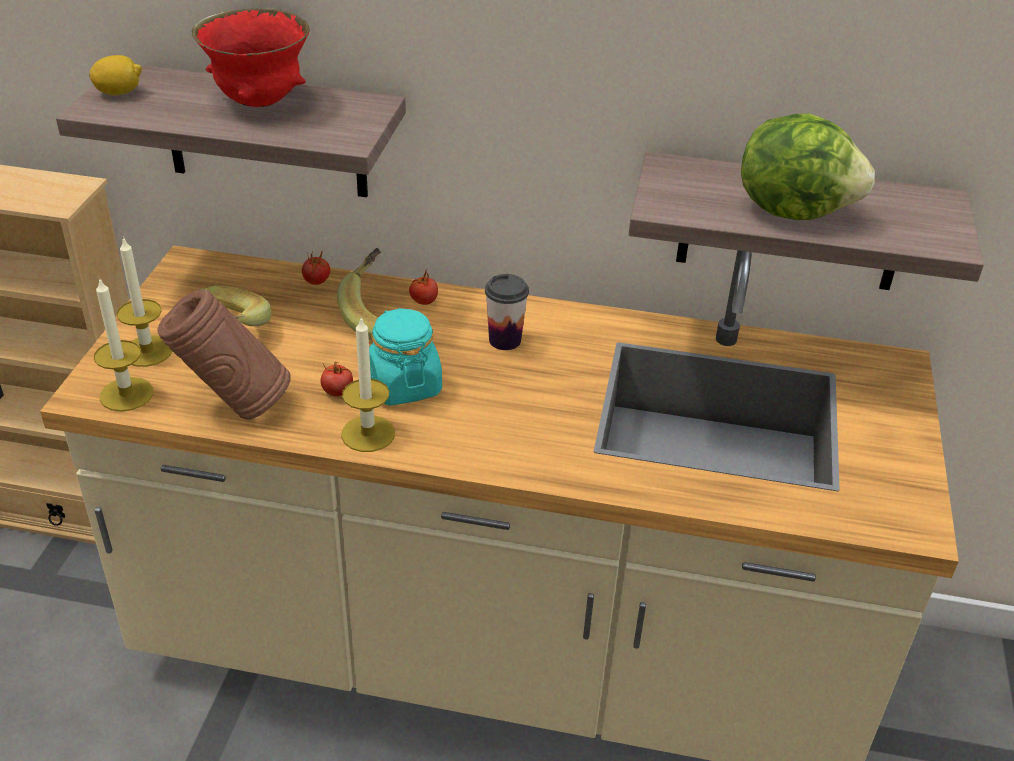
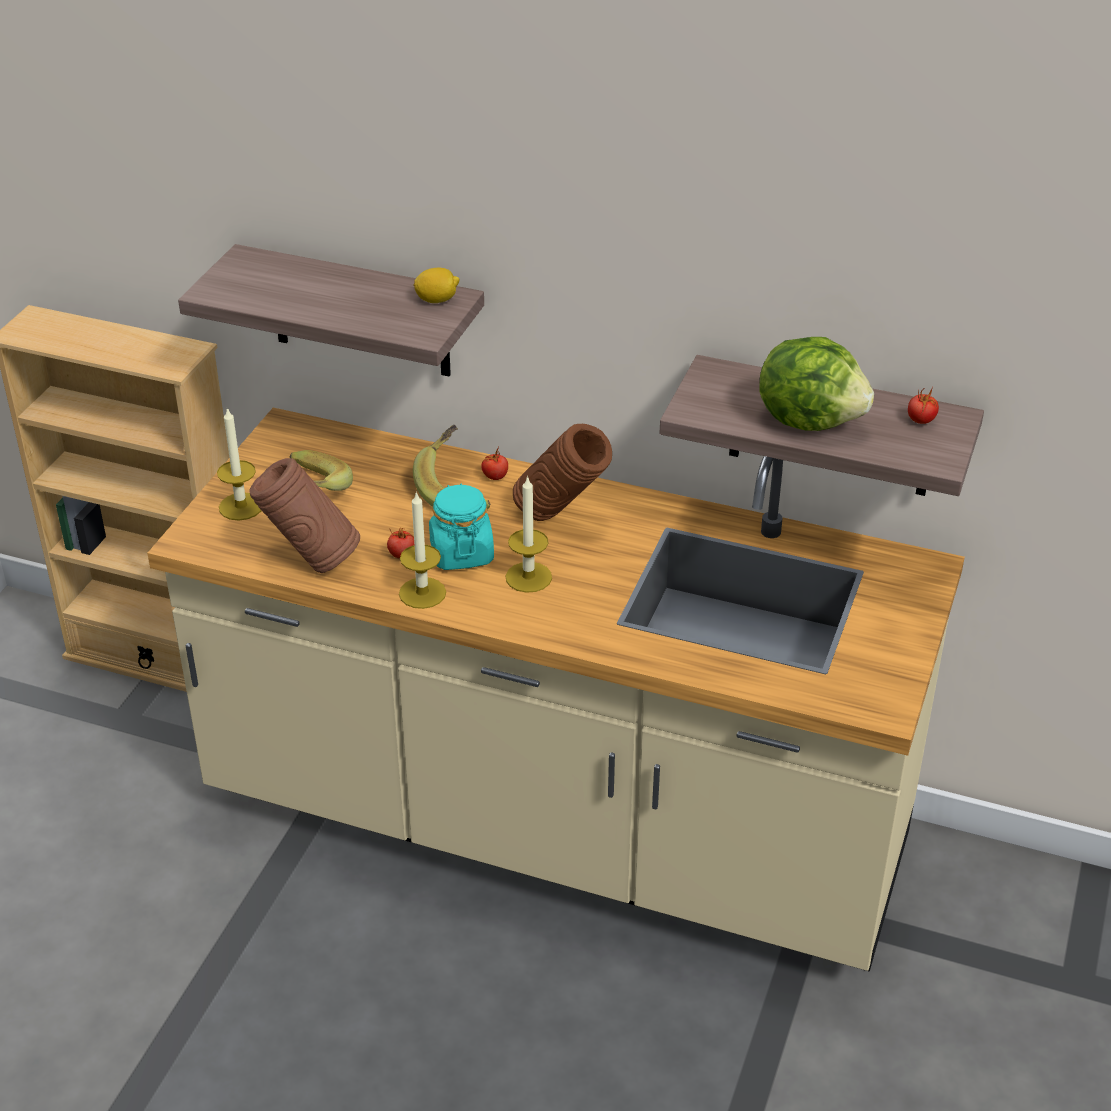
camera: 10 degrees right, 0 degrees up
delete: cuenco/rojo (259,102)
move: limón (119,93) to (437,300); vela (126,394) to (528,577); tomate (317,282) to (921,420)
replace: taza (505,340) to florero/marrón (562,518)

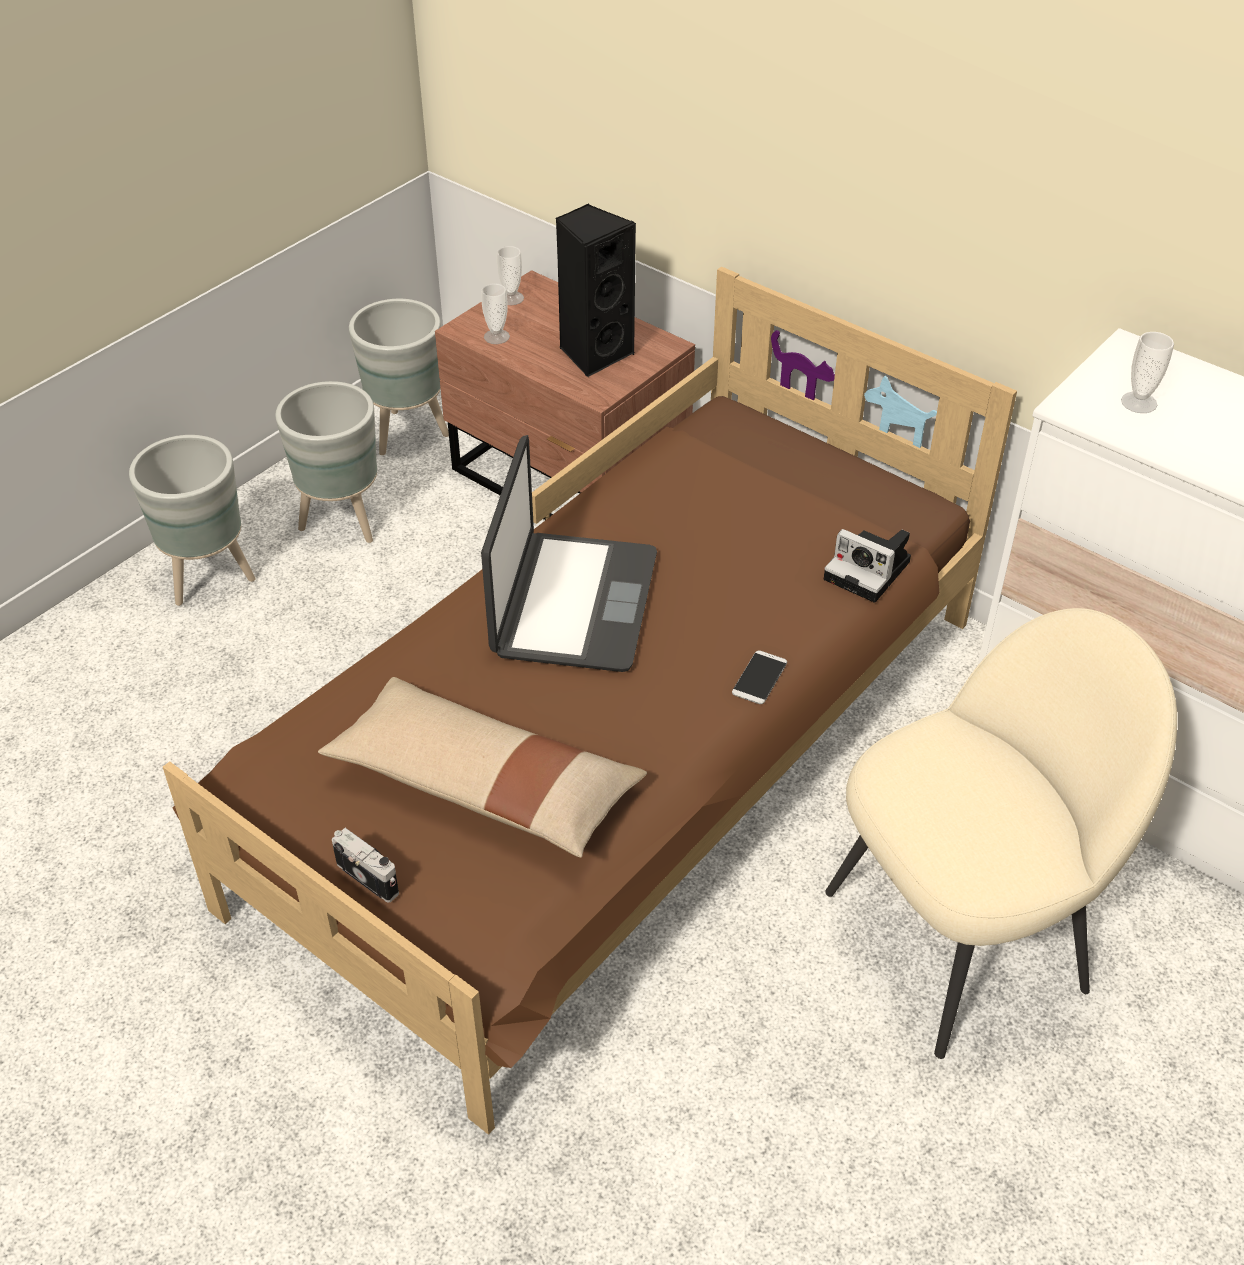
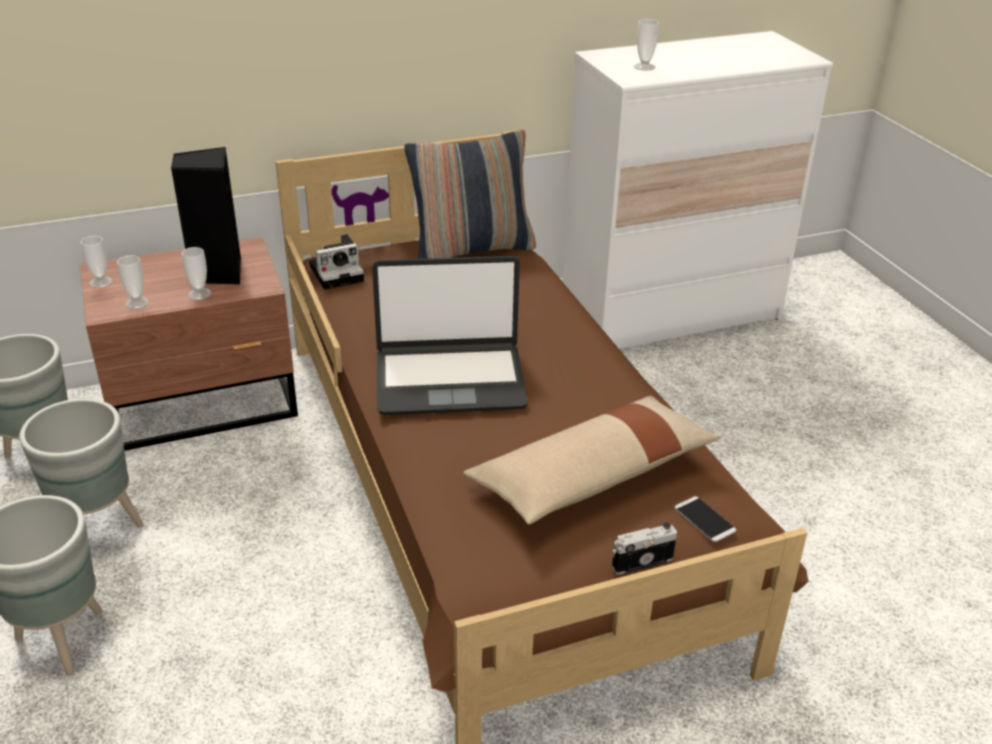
camera: 60 degrees left, 10 degrees down
delete: silla/beis (961,937)
insert: taza (199,294); cojín (472,249)
move: móvil (759,678) to (704,520); cámara (870,571) to (338,273)
rotate: portátil (572,604) = (450,380) 135 degrees clockwise

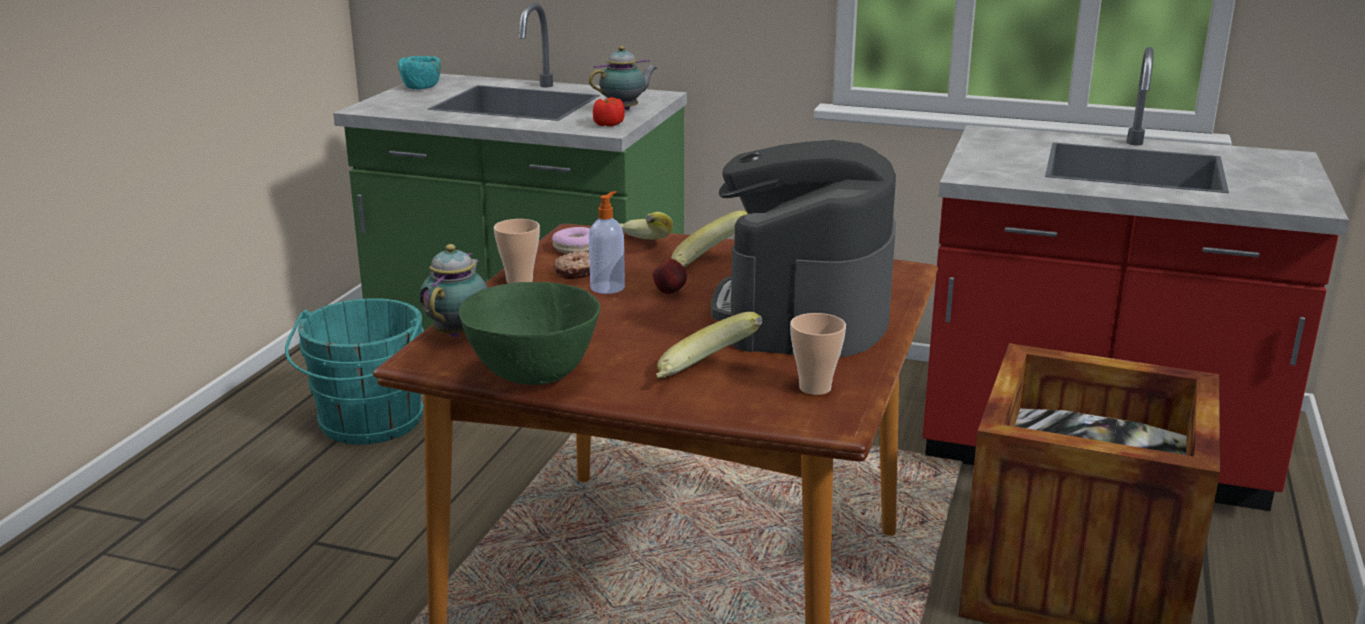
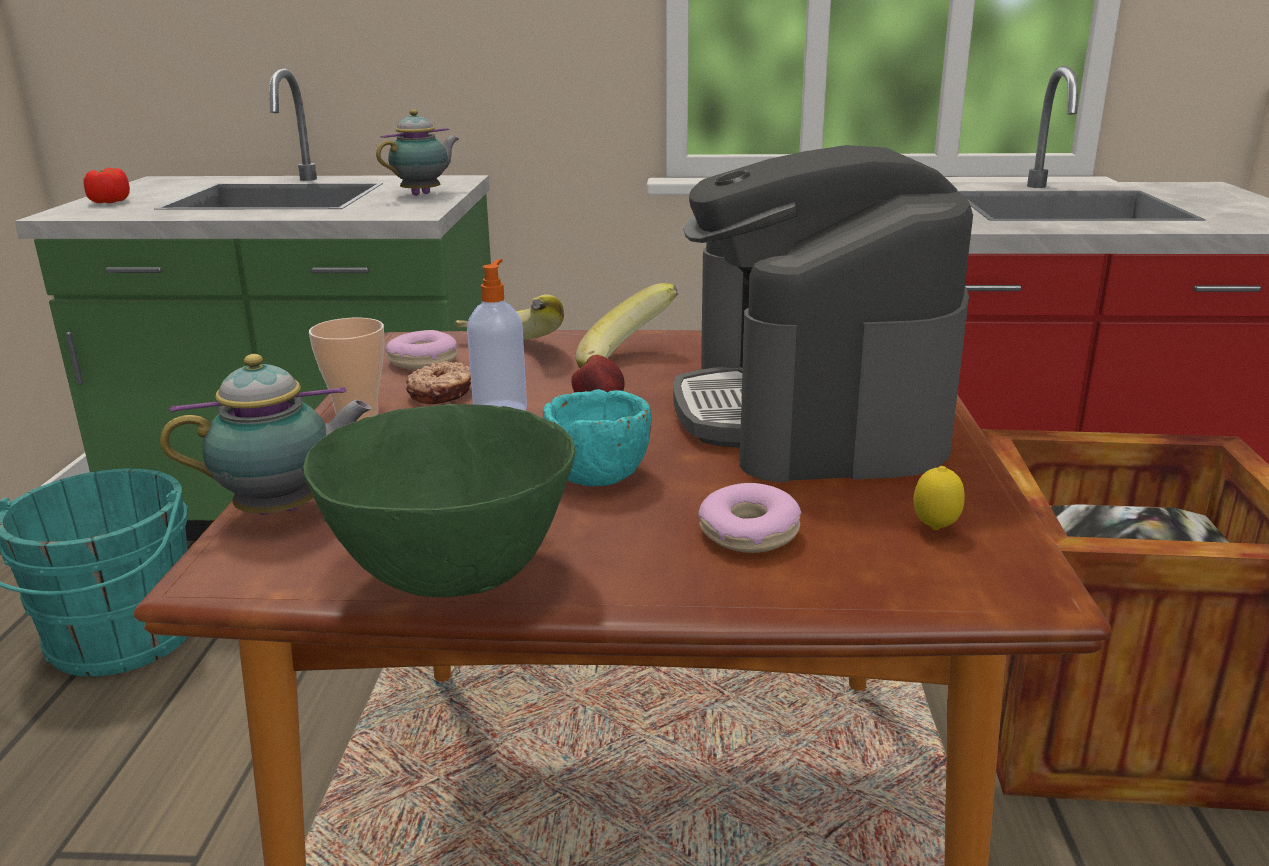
camera: 15 degrees left, 0 degrees up
move: cuenco/turquesa (421,87) to (598,474); tomate (608,124) to (109,202)
replace: plátano (705,376) to rosquilla (748,533); taza (815,388) to limón (935,529)
rotate: tetera (459,332) = (285,512) 75 degrees clockwise

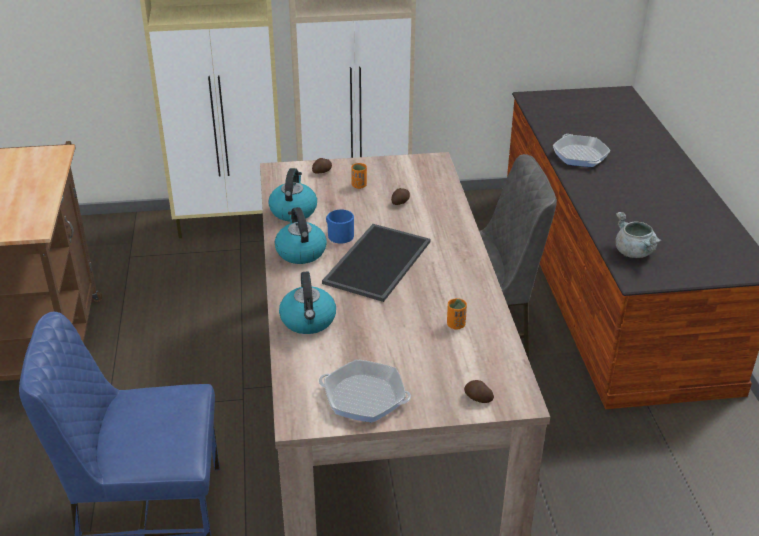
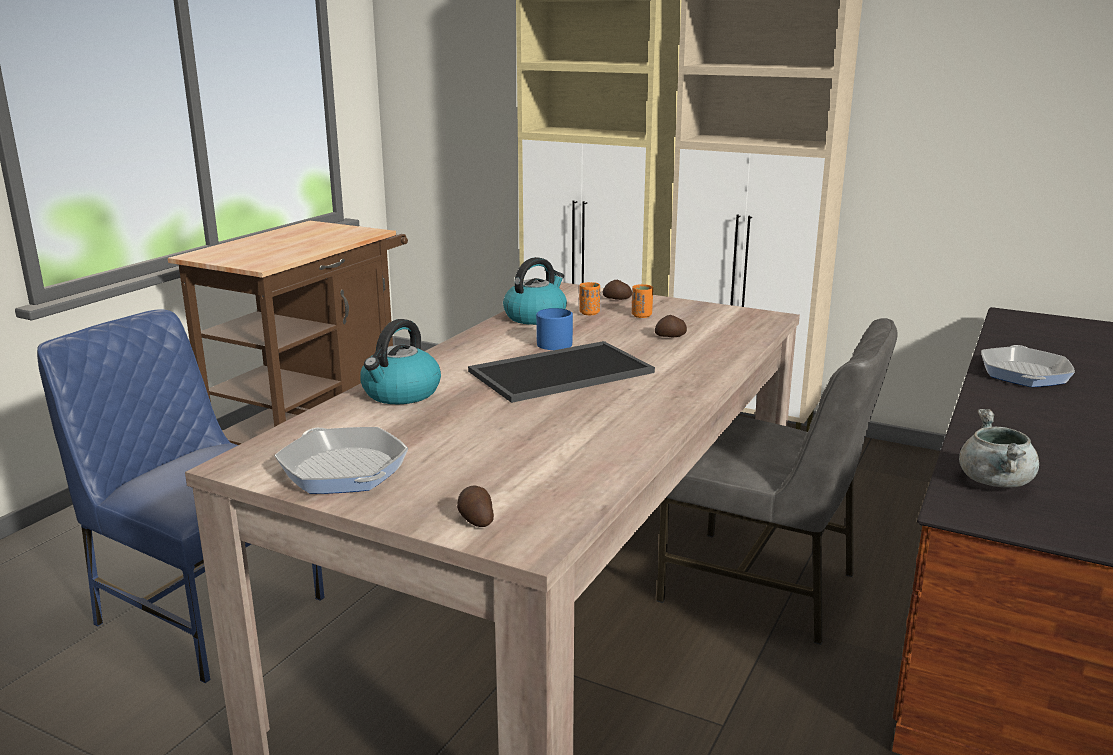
camera: 35 degrees right, 15 degrees down
delete: hervidor (300,251)
move: taza/naranja (456,325) to (589,313)

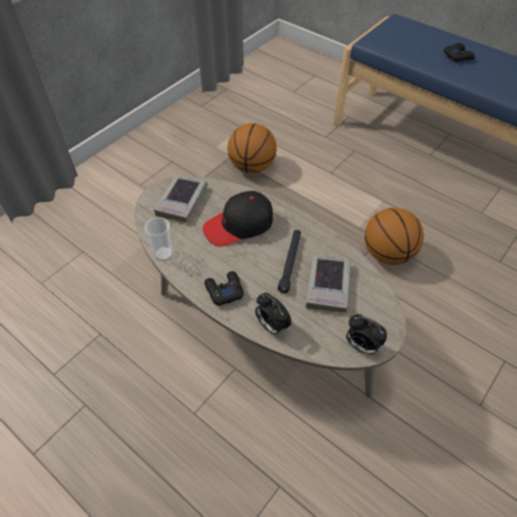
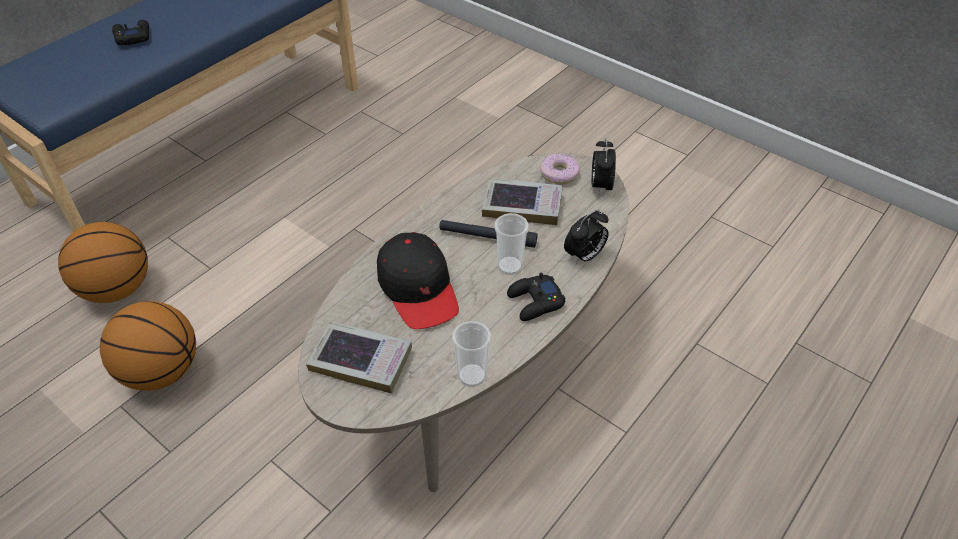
camera: 90 degrees left, 5 degrees down
insert: taza (509,266); rosquilla (558,174)
move: balón de baloncesto (387,254) to (118,289)
rotate: despertador (361,345) = (600,186) 150 degrees clockwise

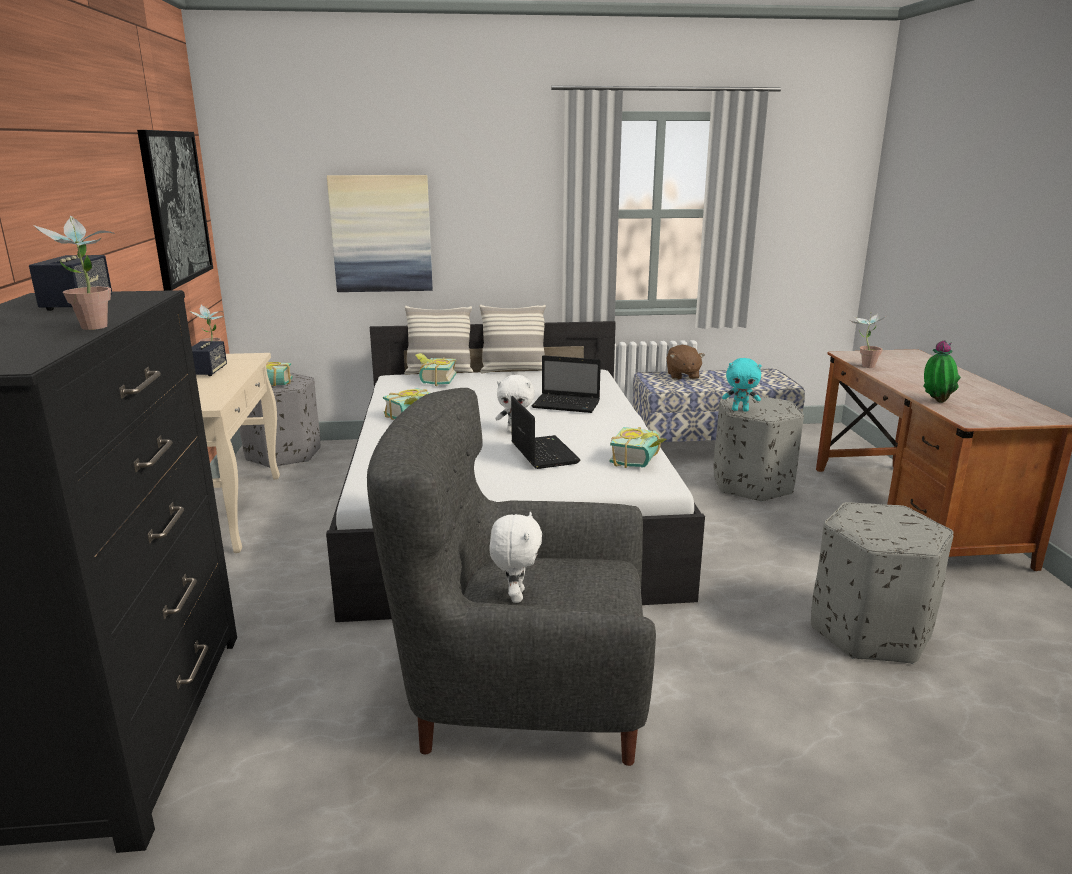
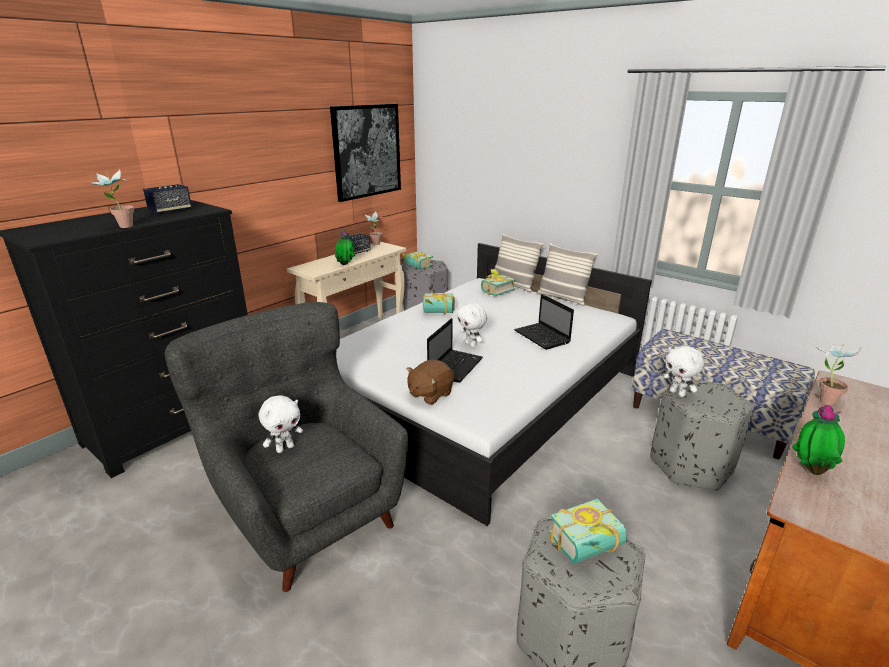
camera: 45 degrees right, 5 degrees up
delete: cuadro (381,234)
insert: planta en maceta (345,265)
move: libro (640,460) to (589,548); peluche/marrón (682,376) to (430,394)
recolor: peluche/turquesa (740,410) to peluche/blanco (678,393)

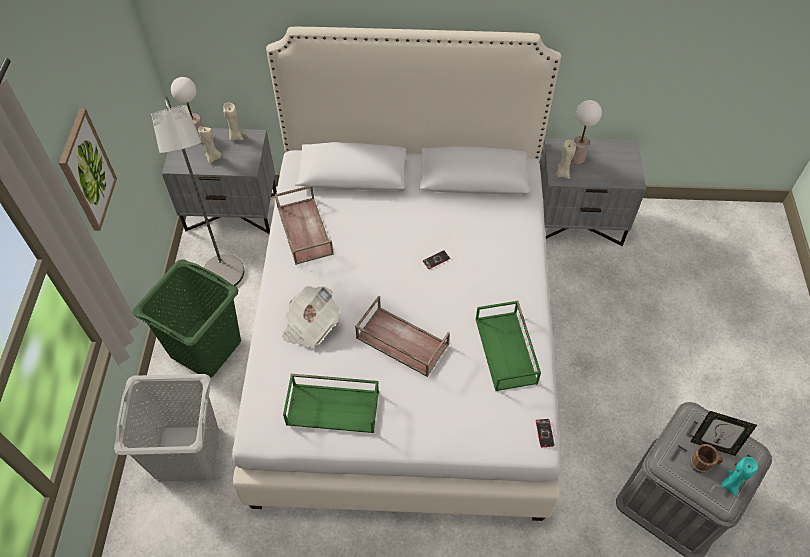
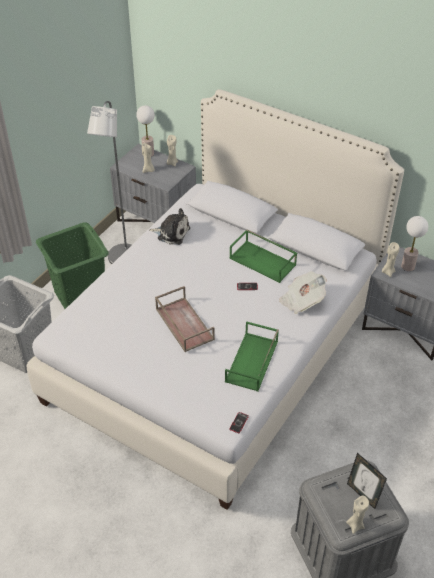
camera: 30 degrees right, 10 degrees down
delete: cuadro (87,171); taza grande/marrón (702,464)
move: periódico (310,325) to (302,300); bandeja/verde (334,407) to (263,261)
replace: bandeja/marrón (303,230) to peluche (171,233)
recolor: vela/turquesa (729,484) to vela/beis (355,525)

